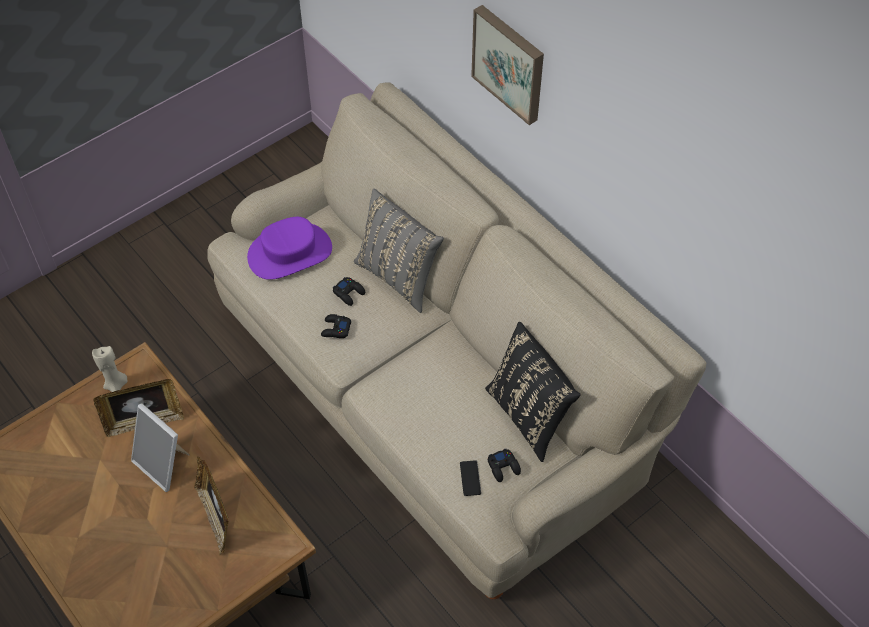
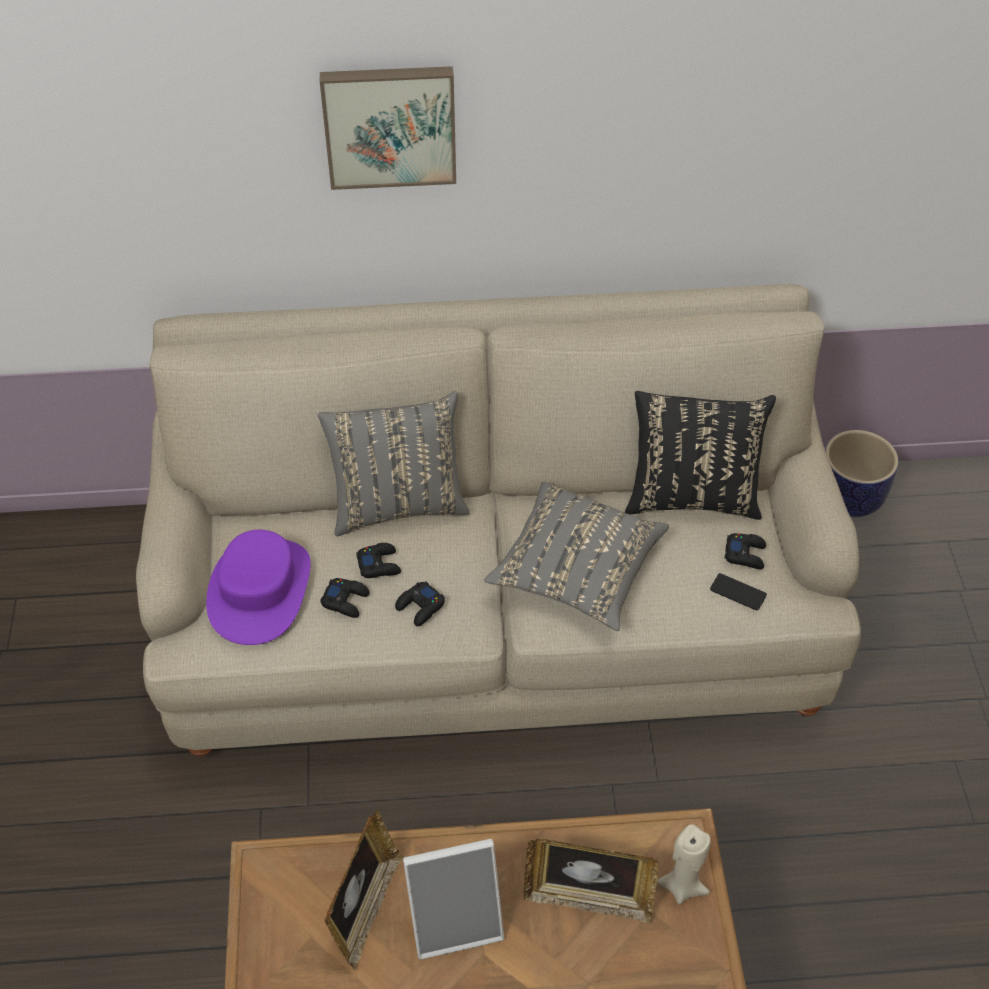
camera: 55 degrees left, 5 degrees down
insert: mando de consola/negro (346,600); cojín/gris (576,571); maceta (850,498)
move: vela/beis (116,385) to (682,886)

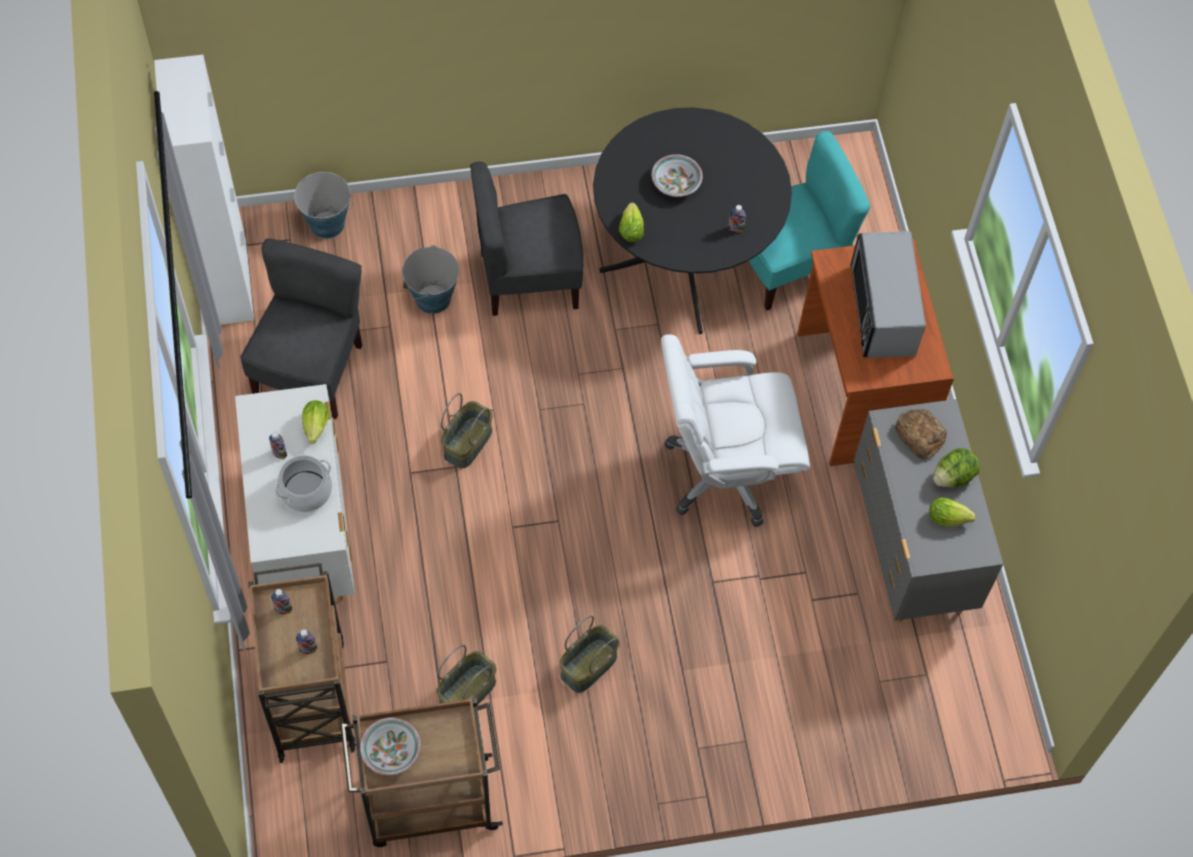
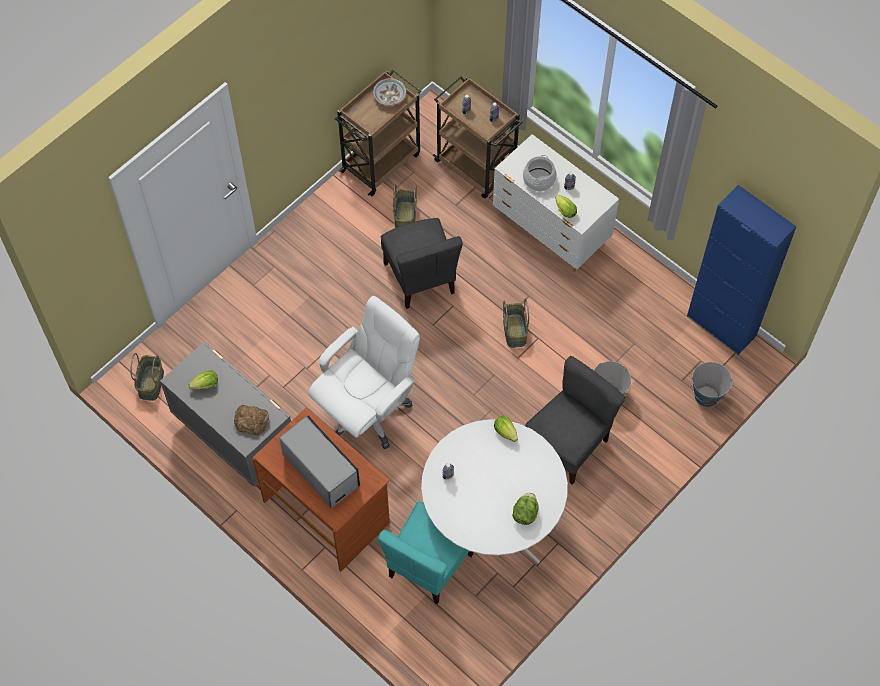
camera: 145 degrees right, 0 degrees up
delete: cuenco (675,183)
move: silla/gris (310,370) to (420,278); cesta (589,667) to (150,383); lechuga (953,477) to (525,513)
recolor: armario/blanco (228,282) to armario/azul (721,325); mesa de comedor/negro (684,260) to mesa de comedor/blanco (491,522)

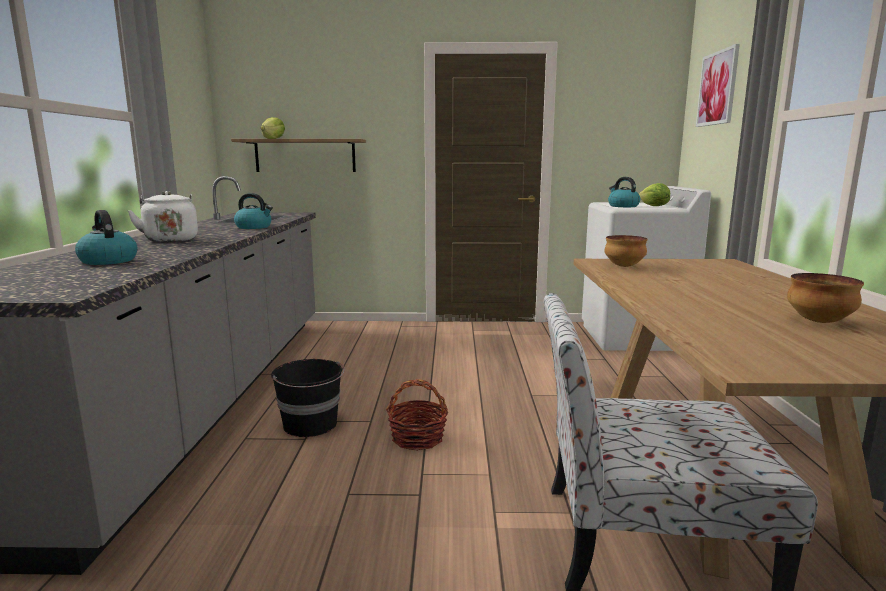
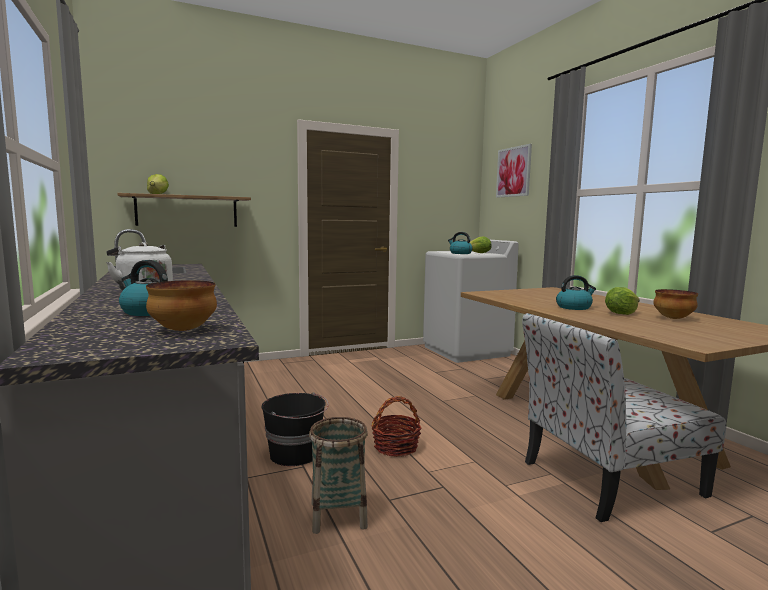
camera: 25 degrees left, 5 degrees down
insert: cesta (338,515); lechuga (621,314)
move: hervidor (254,227) to (574,307); cuenco (623,266) to (182,330)

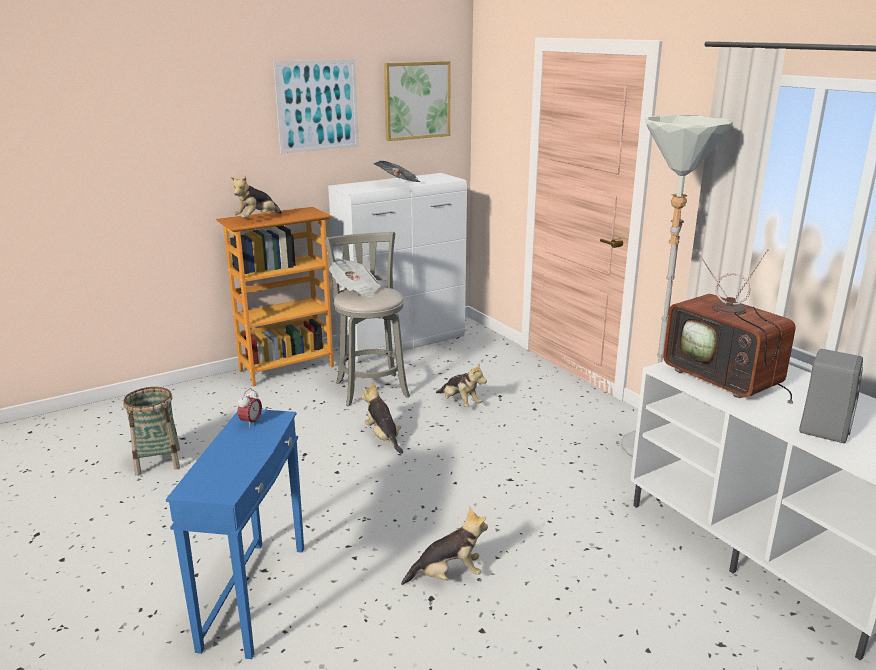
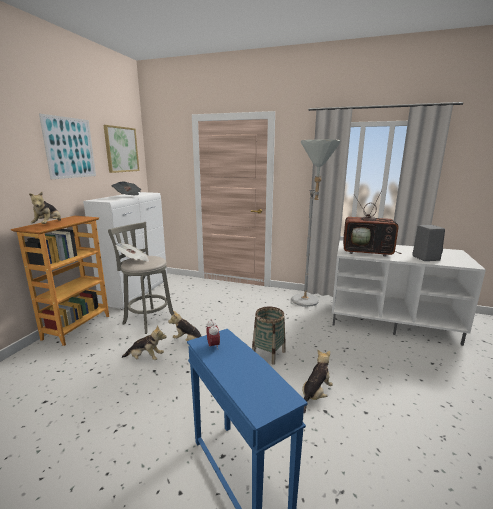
camera: 40 degrees left, 5 degrees down
move: cesta (158,461) to (268,353); peluche (460,403) to (145,358)

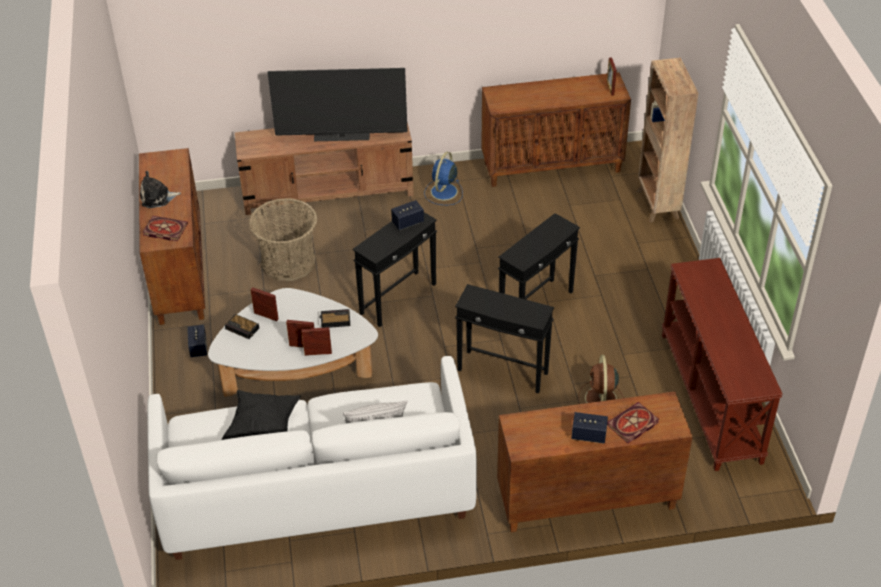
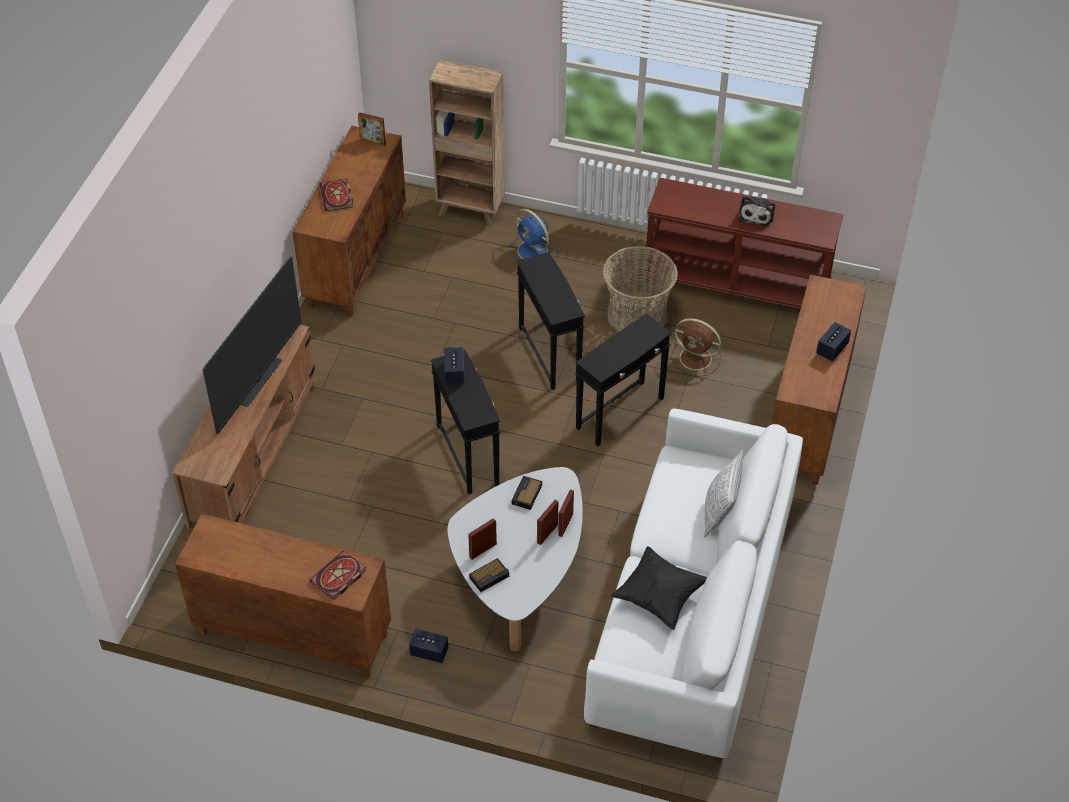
camera: 65 degrees left, 5 degrees up
move: peluche (157,198) to (757,214); cesta (288,262) to (637,316); ventilador/azul (443,192) to (533,251); libro (632,425) to (337,197)

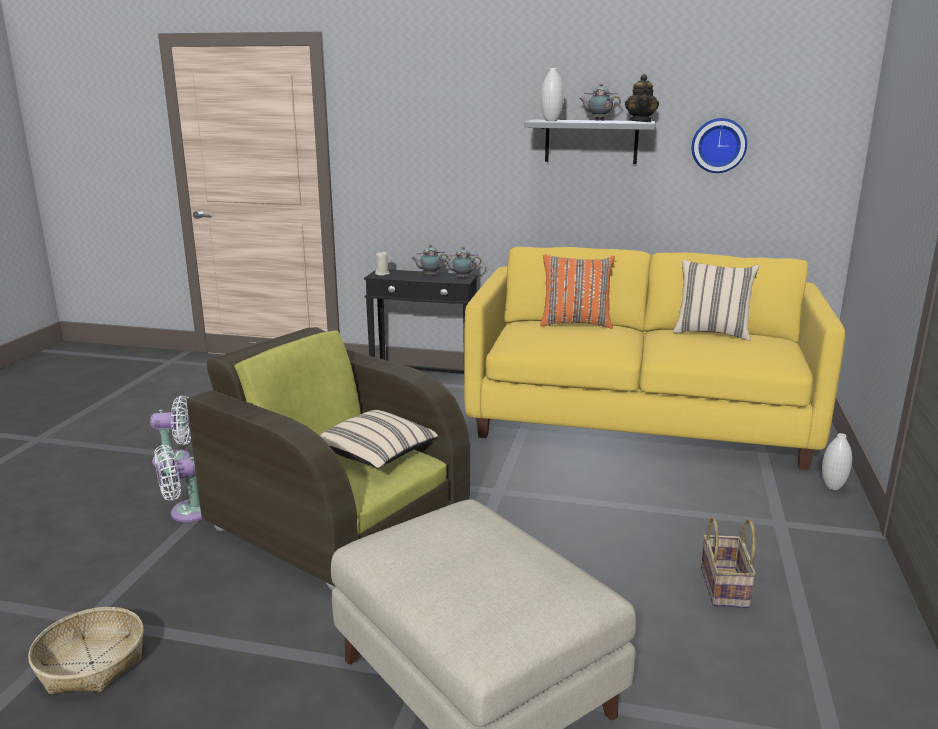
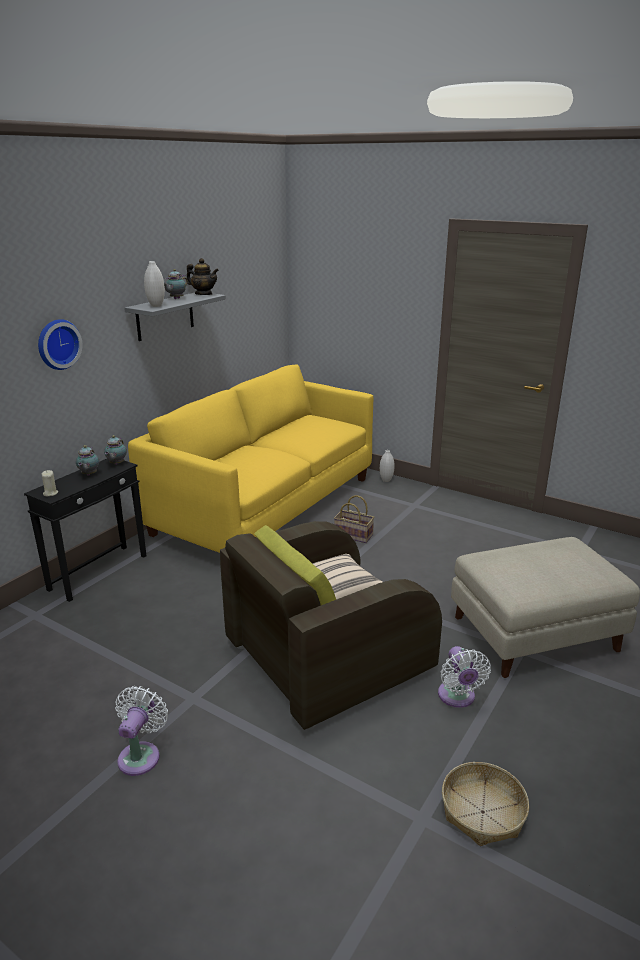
camera: 70 degrees left, 5 degrees up
delete: cojín/naranja (575,323); cojín/beis (712,332)
move: ventilador/blanco (187,512) to (457,697); reloj de pared (718,145) to (57,344); cesta (726,588) to (354,535)

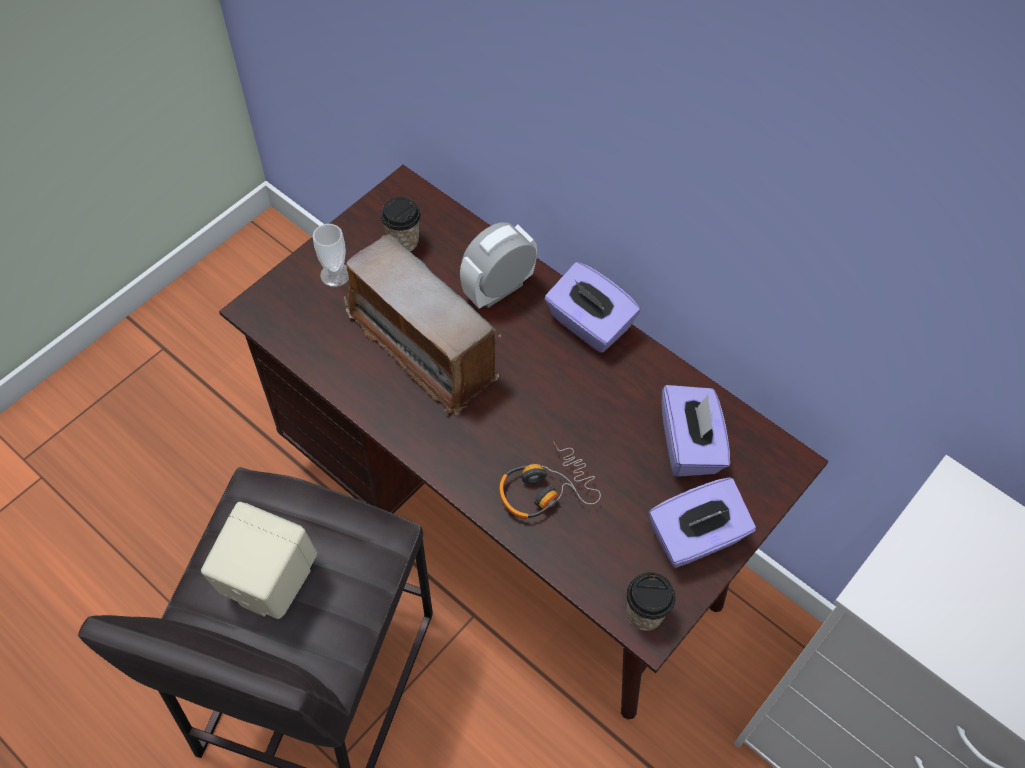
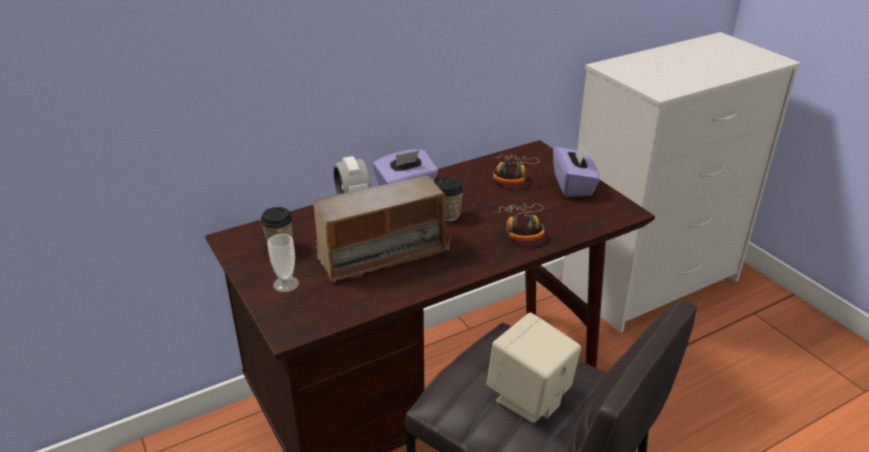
camera: 70 degrees left, 25 degrees down
move: taza (644,613) to (448,215)
replace: caja de pañuelos/morado (690,445) to auriculares (512,174)

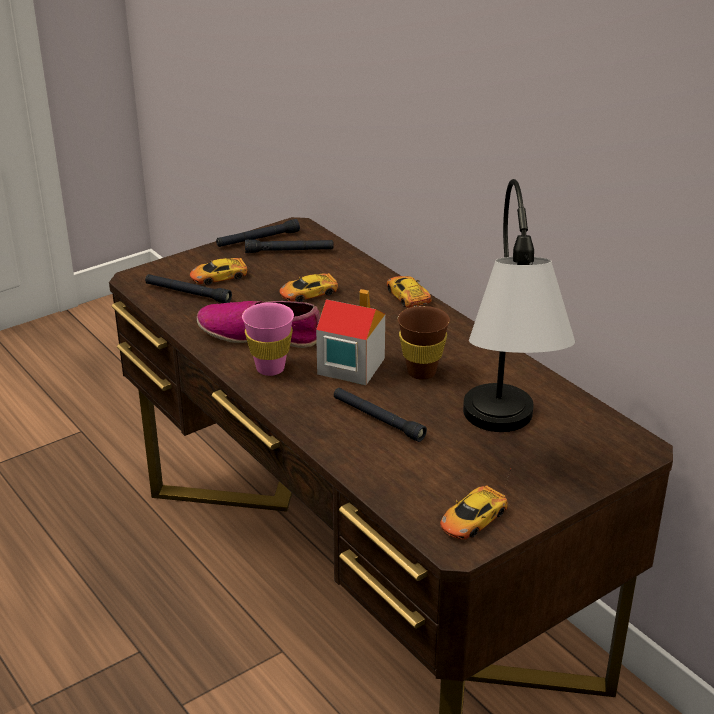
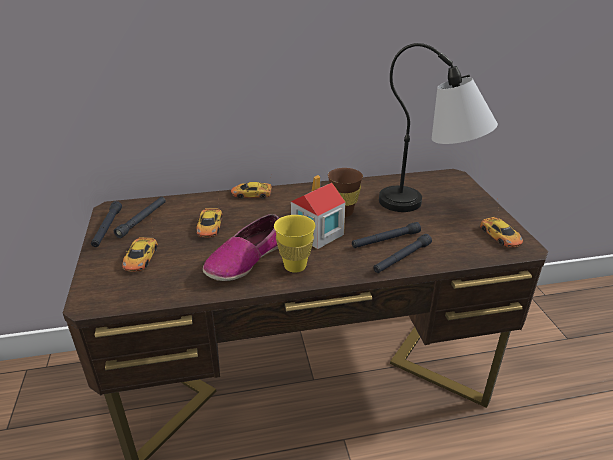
camera: 65 degrees left, 0 degrees up
move: linterna/negro (187,294) to (402,258)
recolor: taza/rosa (270,368) to taza/amarillo (295,266)

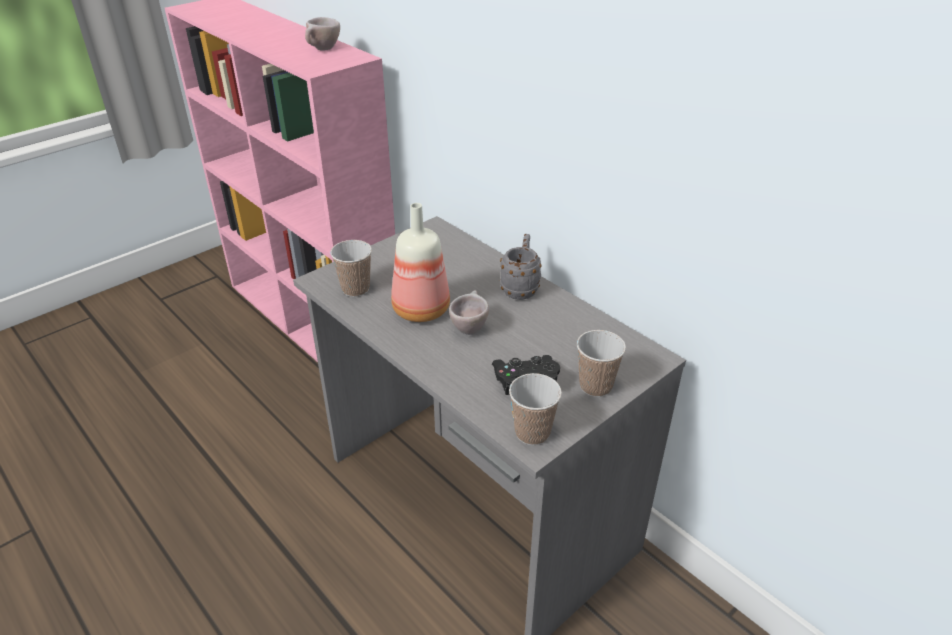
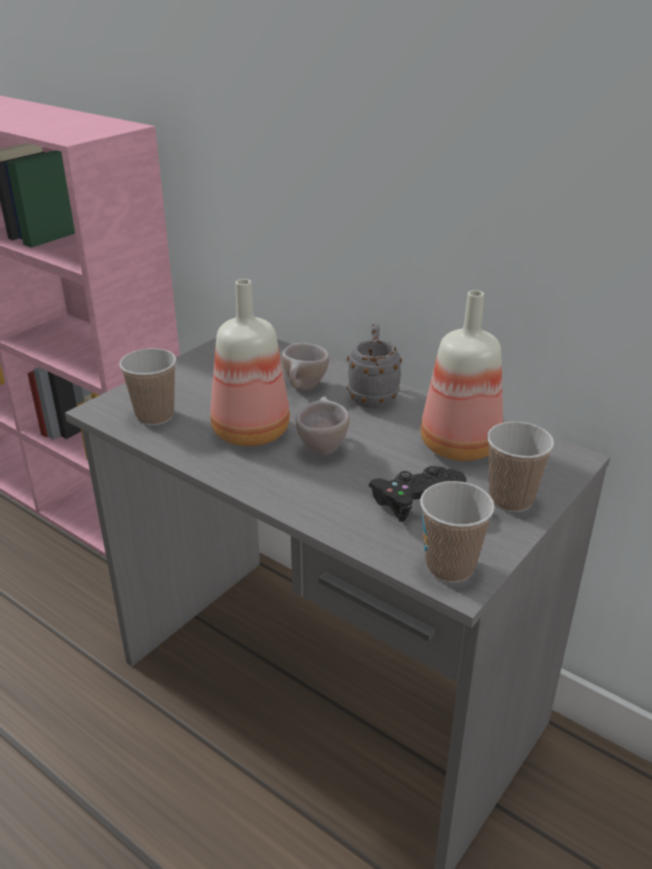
camera: 10 degrees left, 5 degrees down
insert: botella (457,445)
move: taza/beis (323,50) to (304,389)

